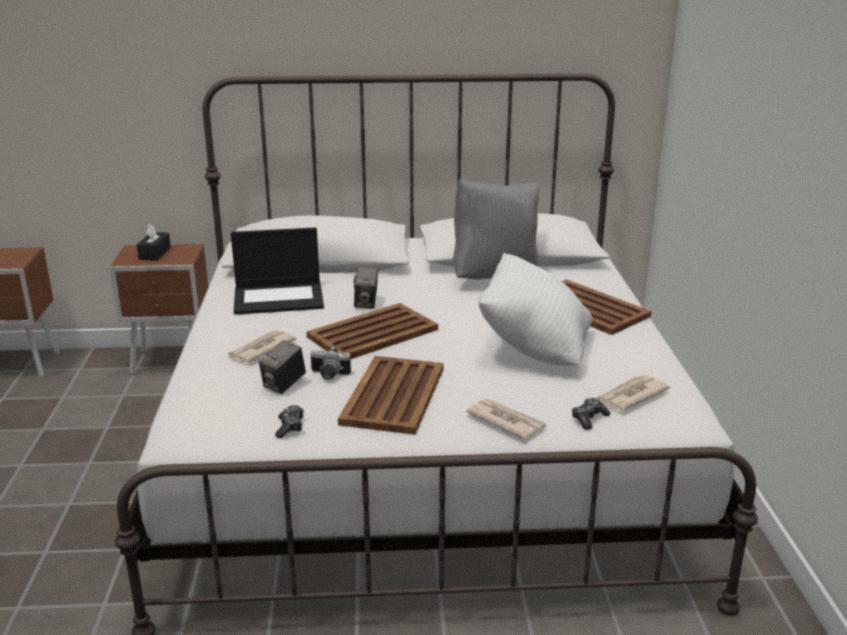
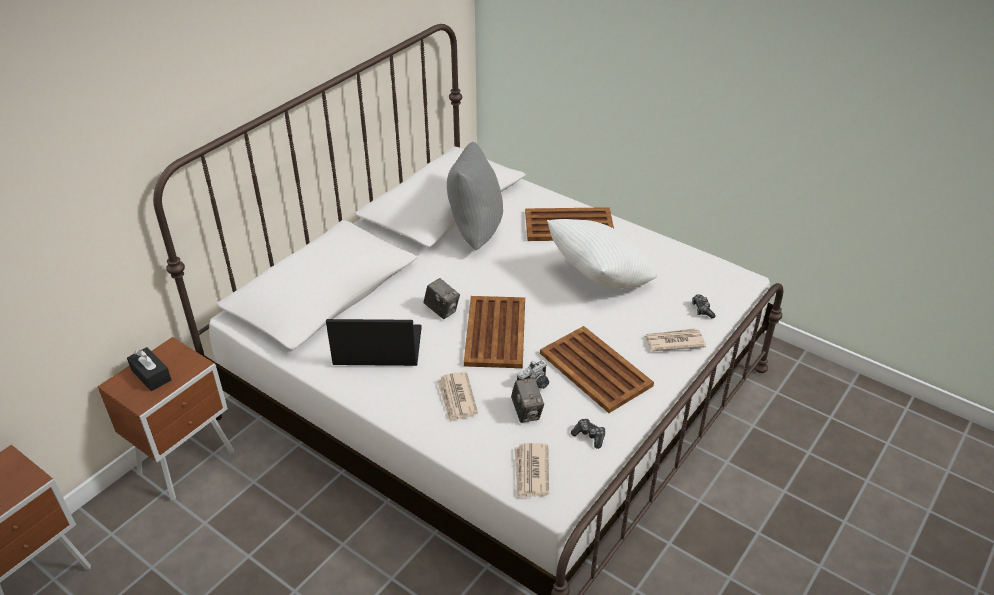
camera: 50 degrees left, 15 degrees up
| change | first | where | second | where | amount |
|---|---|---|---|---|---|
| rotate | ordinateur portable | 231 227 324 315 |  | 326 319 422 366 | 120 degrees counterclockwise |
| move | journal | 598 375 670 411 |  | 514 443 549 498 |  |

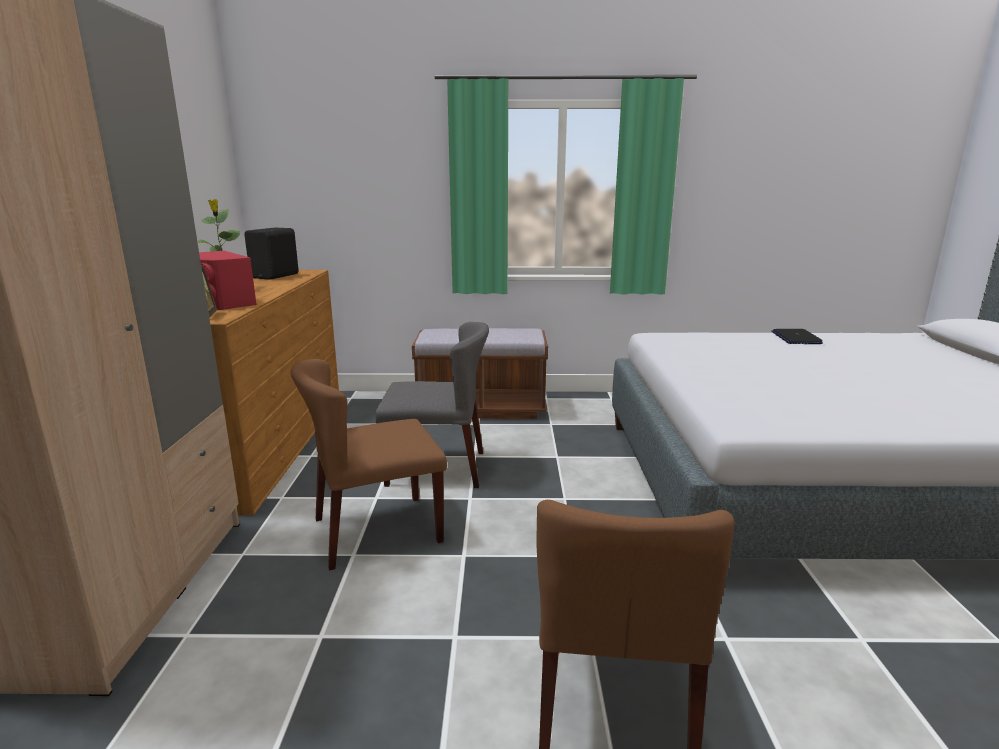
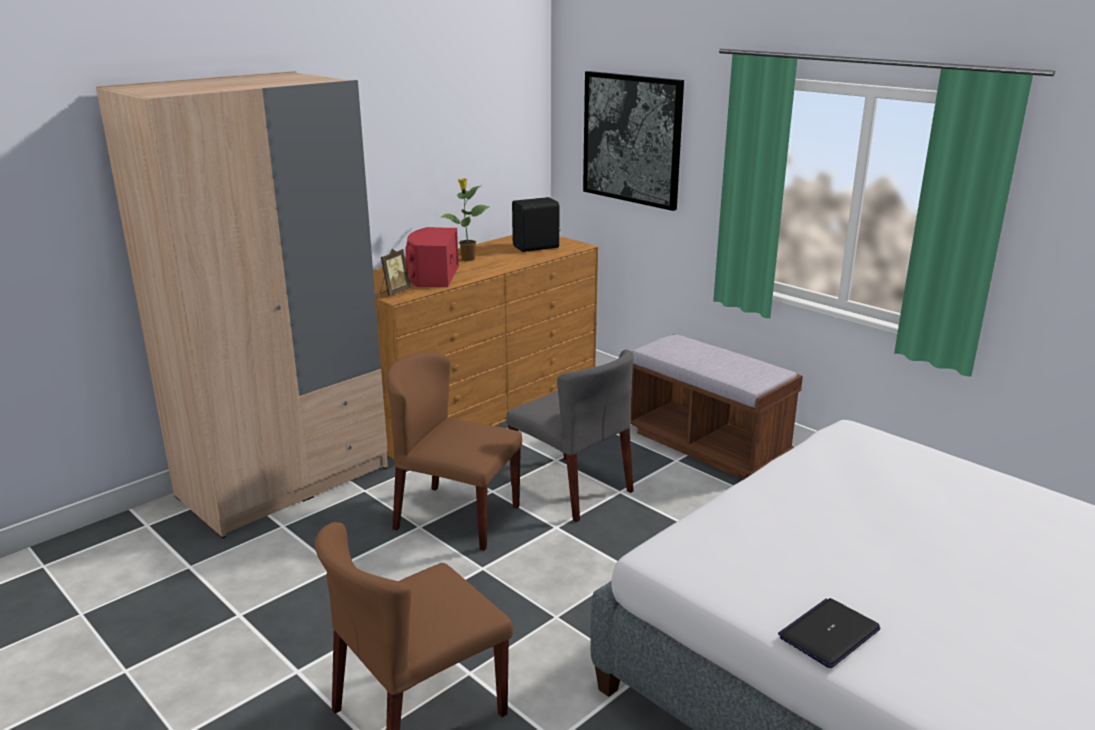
camera: 45 degrees right, 5 degrees up
| change | first | where | second | where | amount |
|---|---|---|---|---|---|
| insert |  |  | tableau | 583 71 684 211 |  |
| move | ordinateur portable | 771 329 823 344 |  | 778 598 881 668 |  |

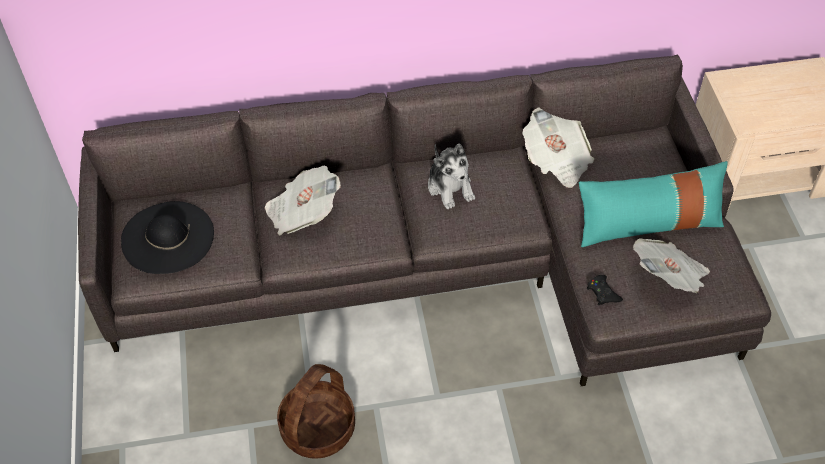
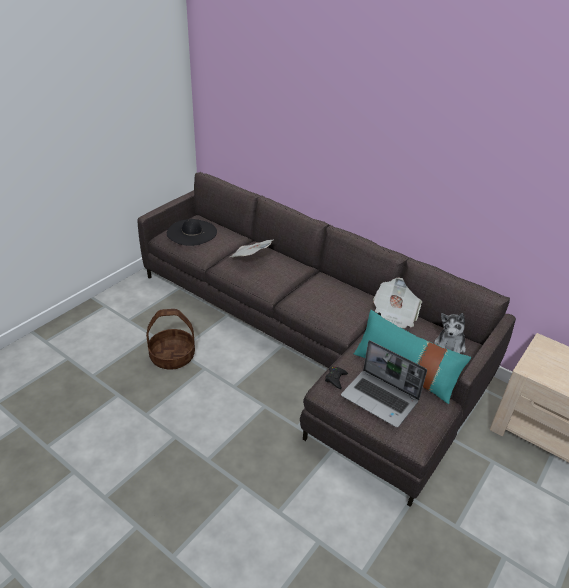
camera: 45 degrees right, 15 degrees down
| change | first | where | second | where | amount |
|---|---|---|---|---|---|
| replace | journal | 633 238 710 293 | ordinateur portable | 341 340 427 428 |  |
| move | peluche | 428 144 475 209 |  | 434 313 466 353 |  |

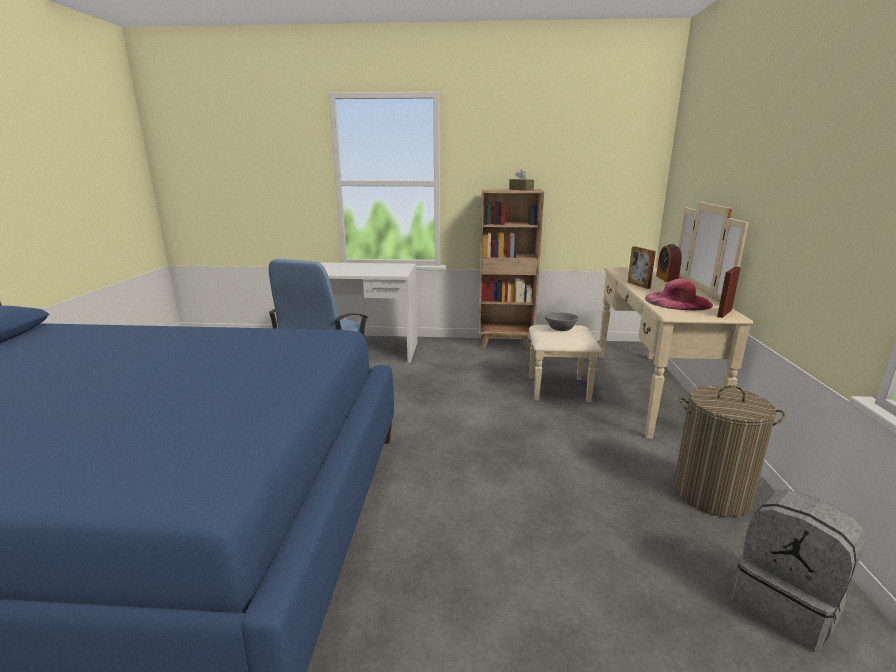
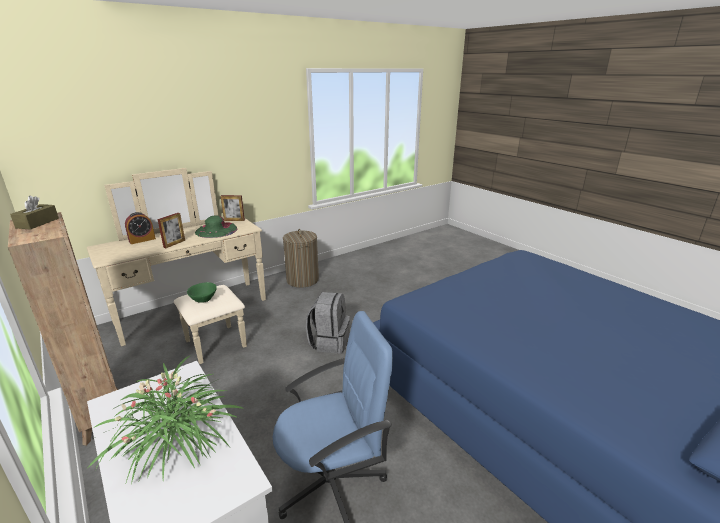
camera: 130 degrees left, 5 degrees up
| change | first | where | second | where | amount |
|---|---|---|---|---|---|
| insert |  |  | plante en pot | 87 356 245 485 |  |
| recolor | bol (gris) | 545 312 578 331 | bol (vert) | 187 282 217 303 |  |
| recolor | chapeau (rose) | 645 279 713 310 | chapeau (vert) | 195 215 238 238 |  |
| move | sac à dos (gris) | 731 490 866 652 |  | 306 292 350 354 |  |

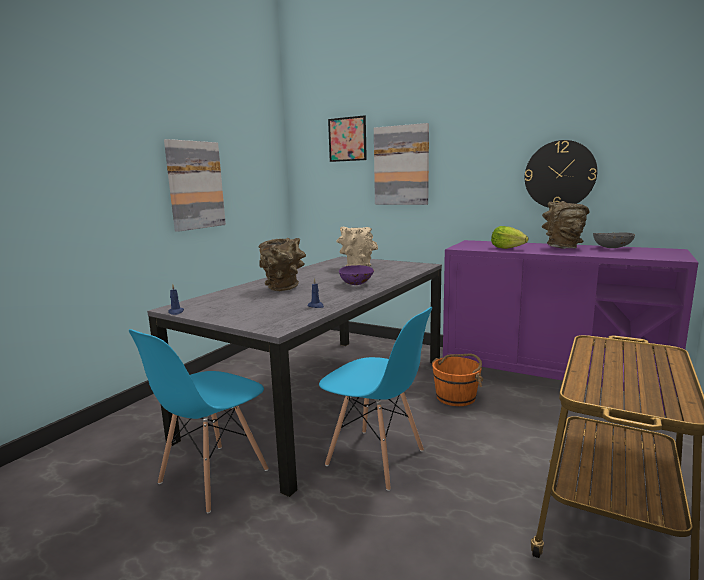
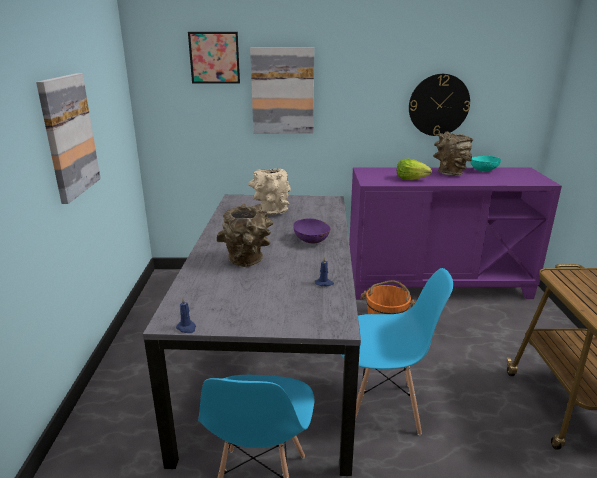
camera: 30 degrees left, 10 degrees up
| change | first | where | second | where | amount |
|---|---|---|---|---|---|
| recolor | bol (gris) | 593 232 635 248 | bol (turquoise) | 470 156 501 172 |  |

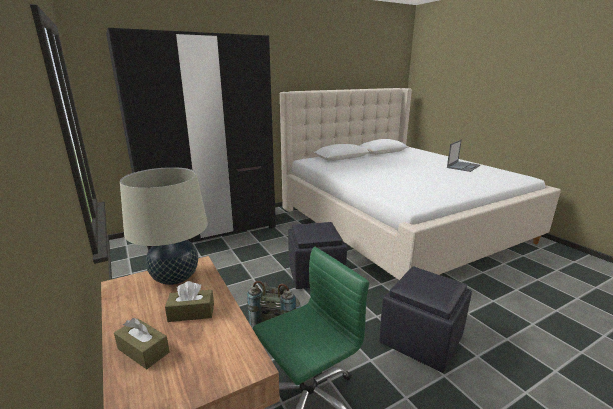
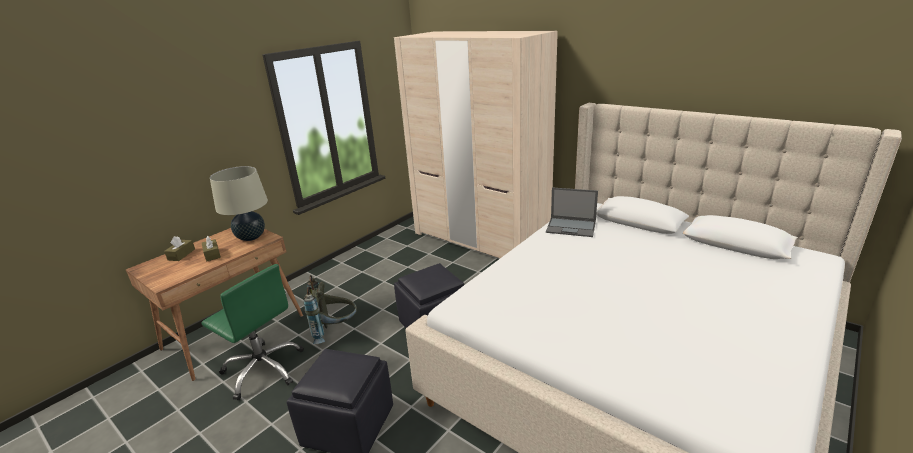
camera: 70 degrees right, 5 degrees up
| change | first | where | second | where | amount |
|---|---|---|---|---|---|
| recolor | armoire (noir) | 106 28 276 251 | armoire (beige) | 394 31 558 258 |  |
| move | ordinateur portable | 447 140 480 172 |  | 546 187 598 237 |  |

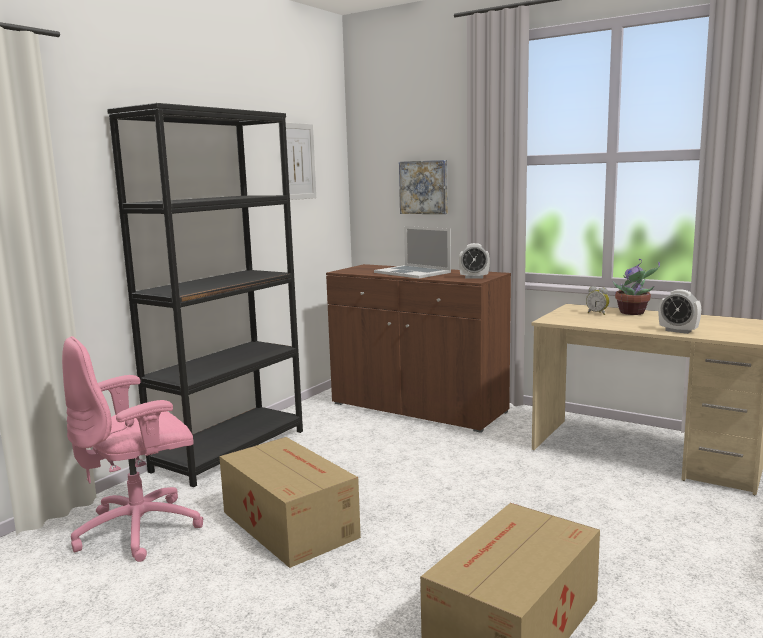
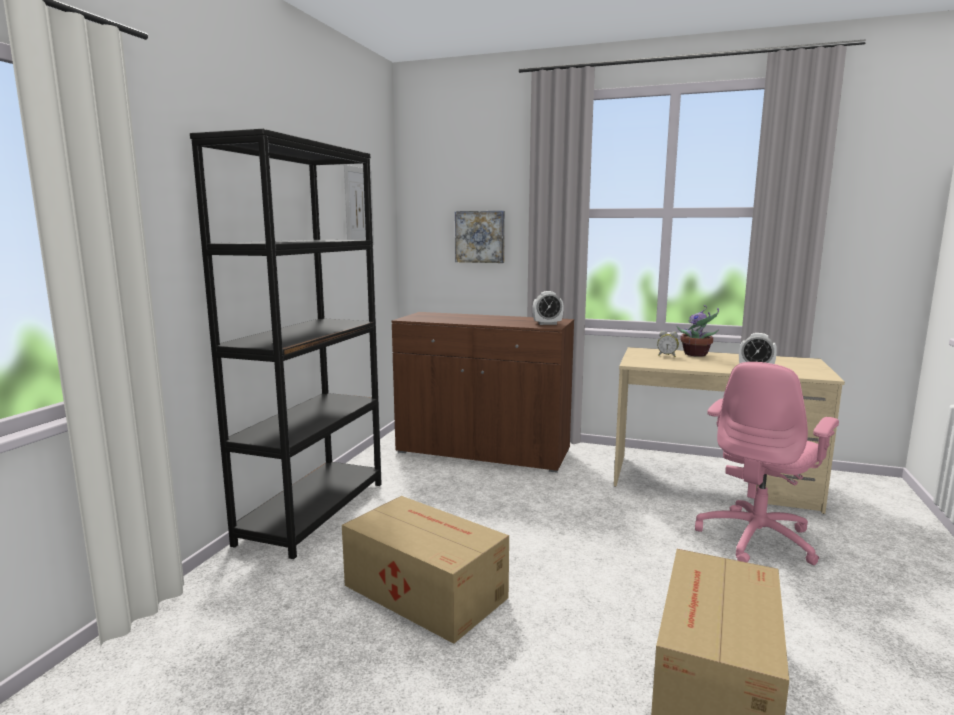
camera: 15 degrees left, 0 degrees up
| change | first | where | second | where | amount |
|---|---|---|---|---|---|
| move | chaise de bureau (rose) | 62 336 203 562 |  | 695 362 839 565 |  |
| delete | ordinateur portable | 374 226 451 279 |  |  |  |

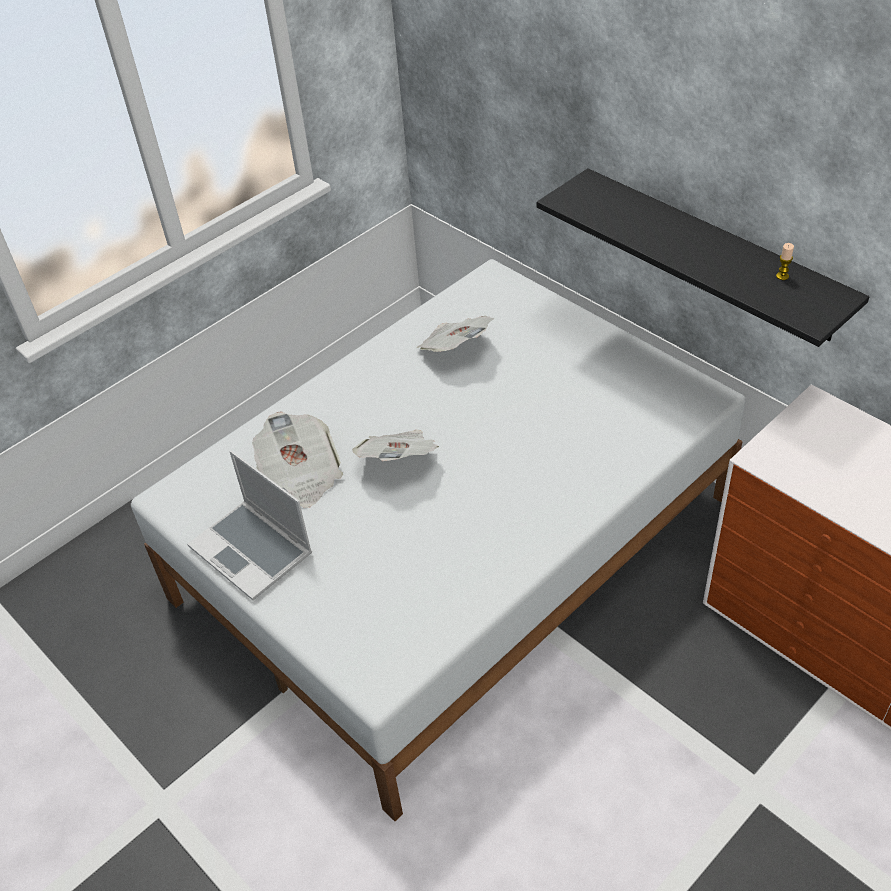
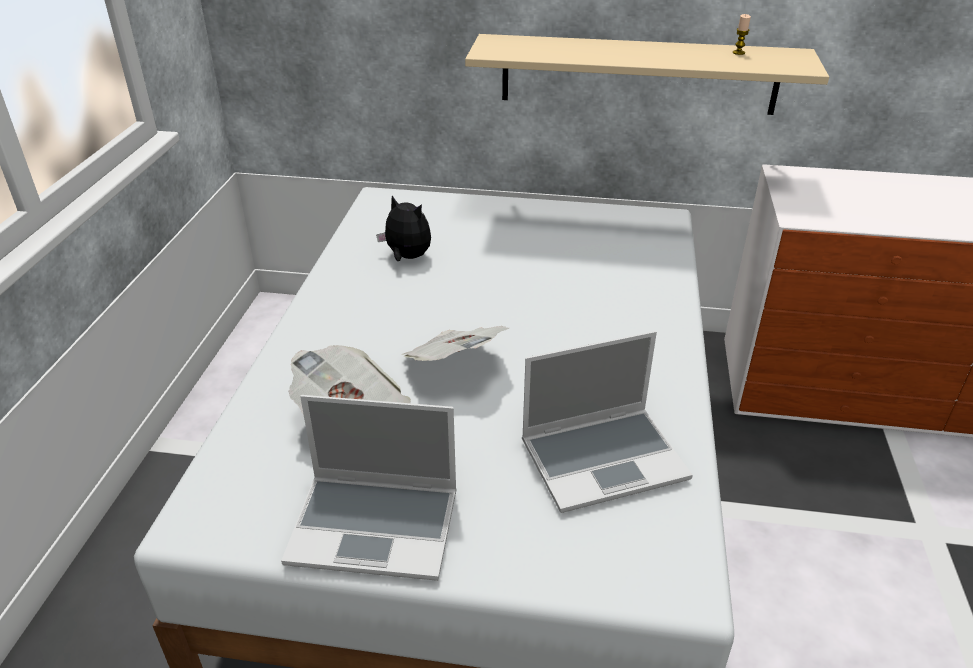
camera: 40 degrees left, 10 degrees down
| change | first | where | second | where | amount |
|---|---|---|---|---|---|
| replace | journal | 416 316 494 352 | peluche | 376 196 431 261 |  |
| recolor | étagère (noir) | 537 168 869 347 | étagère (beige) | 465 34 829 115 |  |
| insert |  |  | ordinateur portable | 522 331 693 513 |  |

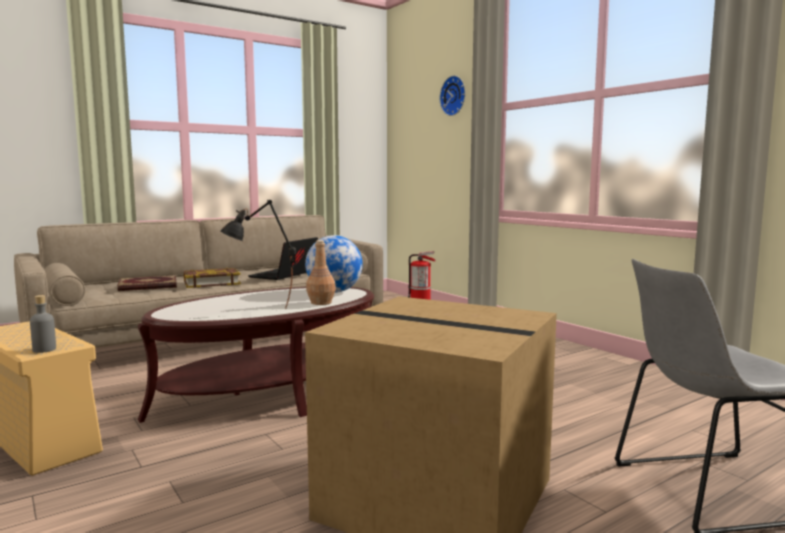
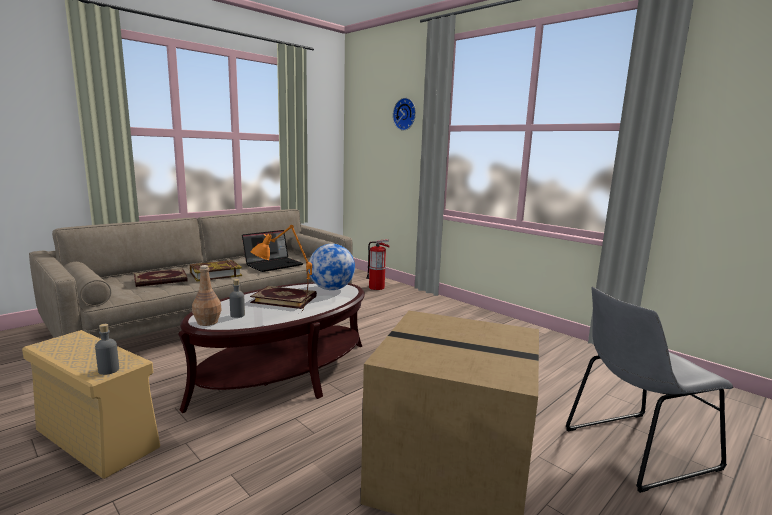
camera: 10 degrees left, 5 degrees up
| change | first | where | second | where | amount |
|---|---|---|---|---|---|
| move | bouteille (marron) | 306 240 336 305 |  | 192 265 222 326 |  |
| insert |  |  | bouteille (gris) | 229 279 245 318 |  |
| rotate | ordinateur portable | 248 237 318 280 |  | 242 230 304 272 | 150 degrees counterclockwise |
| recolor | lampe de table (noir) | 221 200 296 309 | lampe de table (orange) | 250 225 312 312 |  |
| insert |  |  | livre | 250 286 317 309 |  |

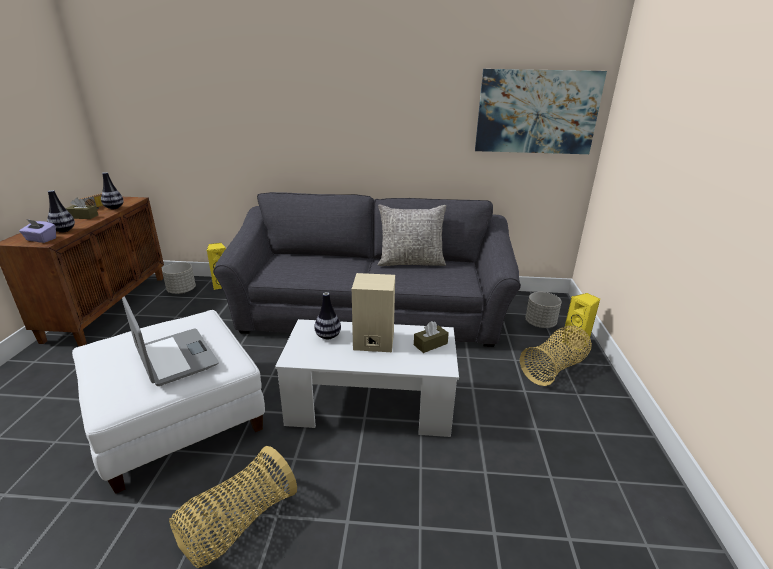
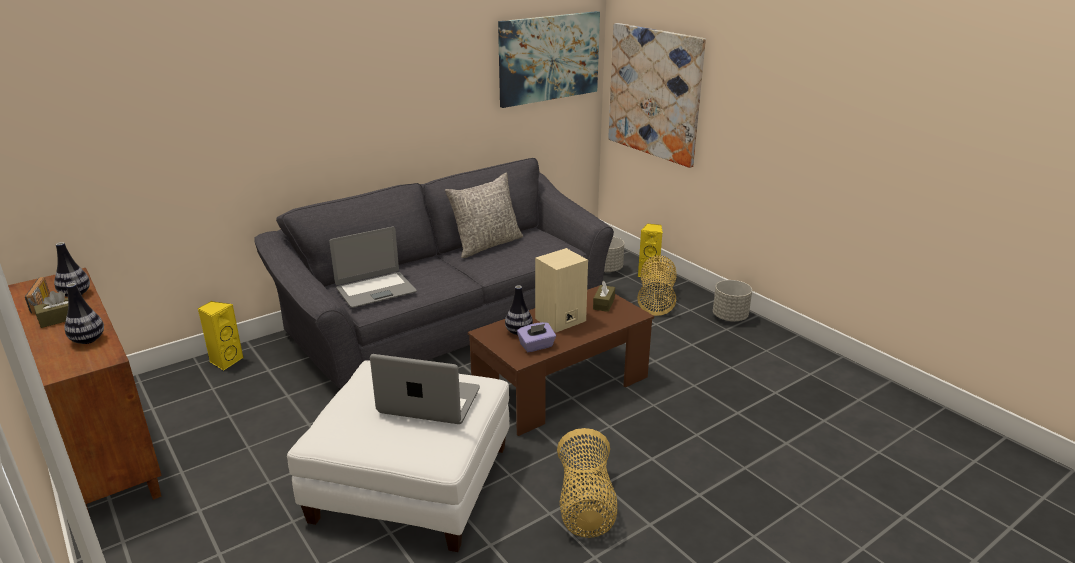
camera: 40 degrees left, 0 degrees up
| change | first | where | second | where | amount |
|---|---|---|---|---|---|
| insert |  |  | ordinateur portable | 329 227 417 308 |  |
| recolor | table basse (blanc) | 275 319 459 437 | table basse (marron) | 468 286 654 436 |  |
| move | boîte à mouchoirs (violet) | 19 219 56 243 |  | 517 322 556 352 |  |
| insert |  |  | tableau | 608 23 706 168 |  |
| move | cache-pot (gris) | 162 262 196 294 |  | 713 280 752 321 |  |

